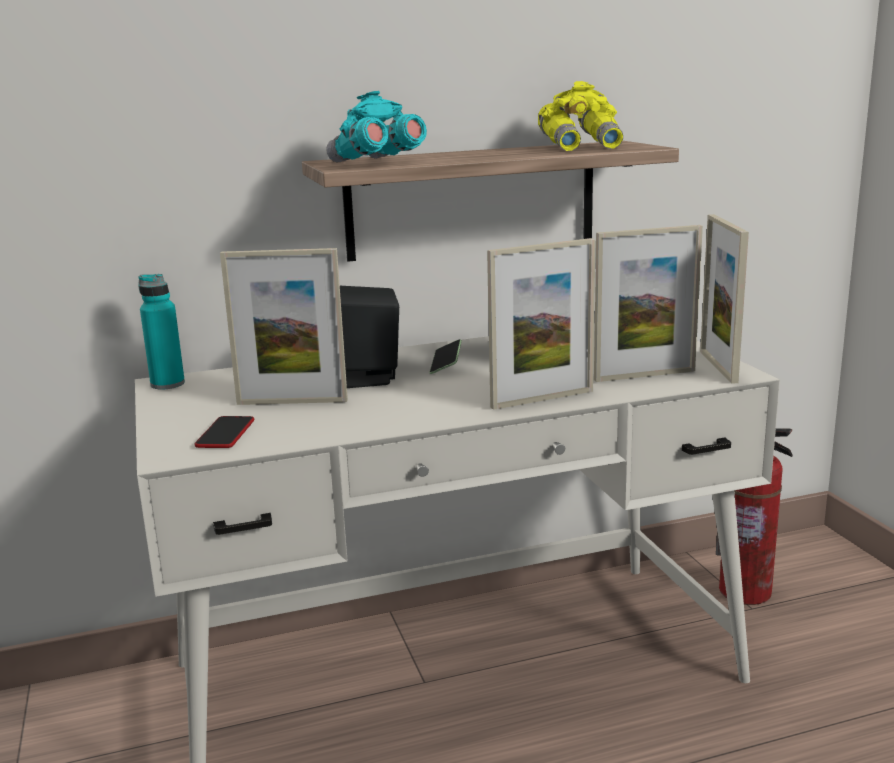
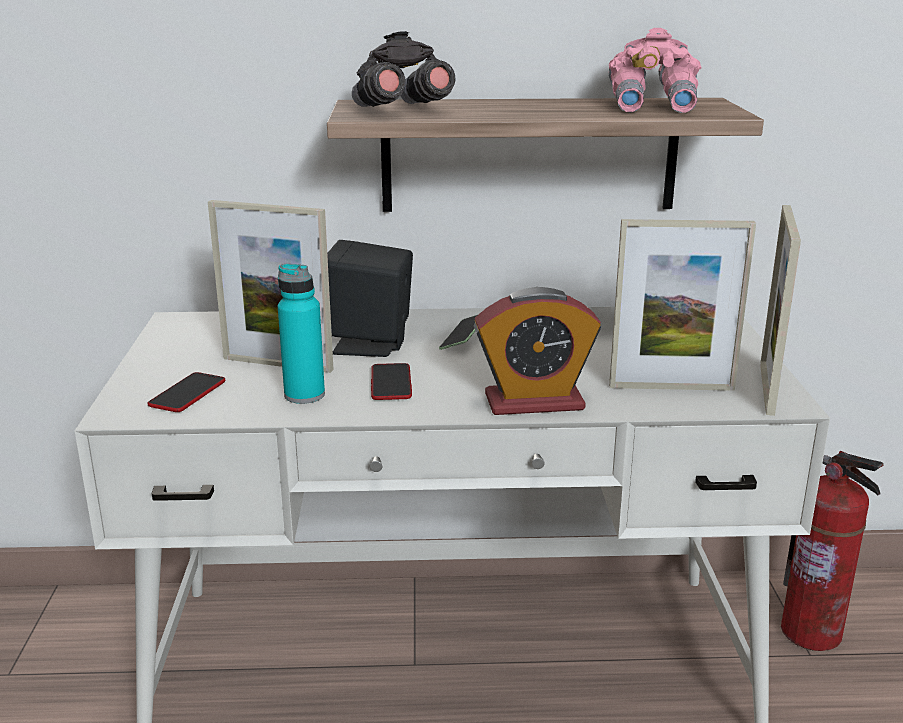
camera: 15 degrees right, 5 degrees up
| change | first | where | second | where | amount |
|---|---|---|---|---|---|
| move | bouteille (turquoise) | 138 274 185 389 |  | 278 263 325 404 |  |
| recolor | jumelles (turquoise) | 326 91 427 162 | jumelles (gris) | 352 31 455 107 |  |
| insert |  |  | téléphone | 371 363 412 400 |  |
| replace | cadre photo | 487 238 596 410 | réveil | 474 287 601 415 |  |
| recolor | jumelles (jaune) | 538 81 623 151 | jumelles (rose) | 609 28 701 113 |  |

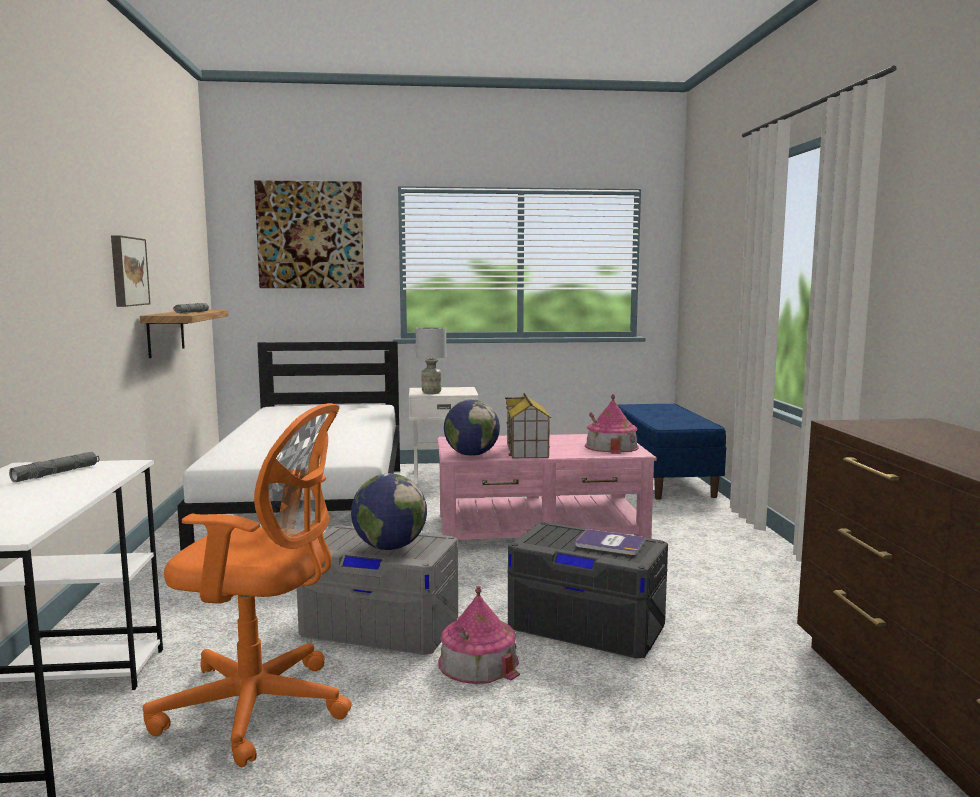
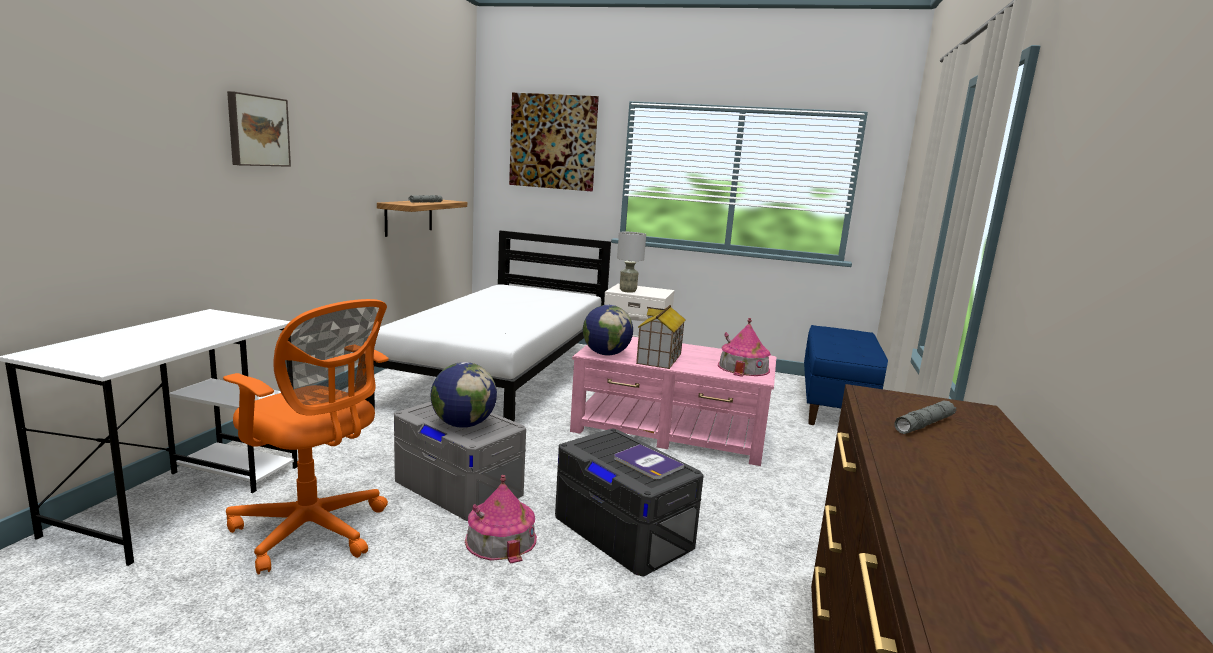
camera: 20 degrees right, 5 degrees up
| change | first | where | second | where | amount |
|---|---|---|---|---|---|
| move | tableau | 111 235 150 307 |  | 227 91 291 167 |  |
| move | lampe de poche (gris) | 9 452 99 482 |  | 894 401 956 434 |  |

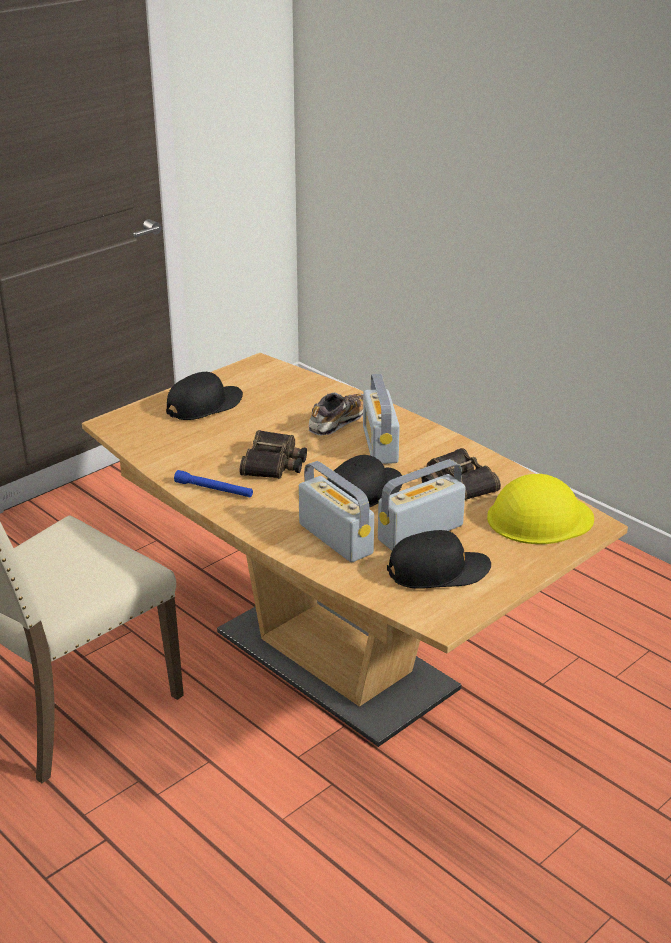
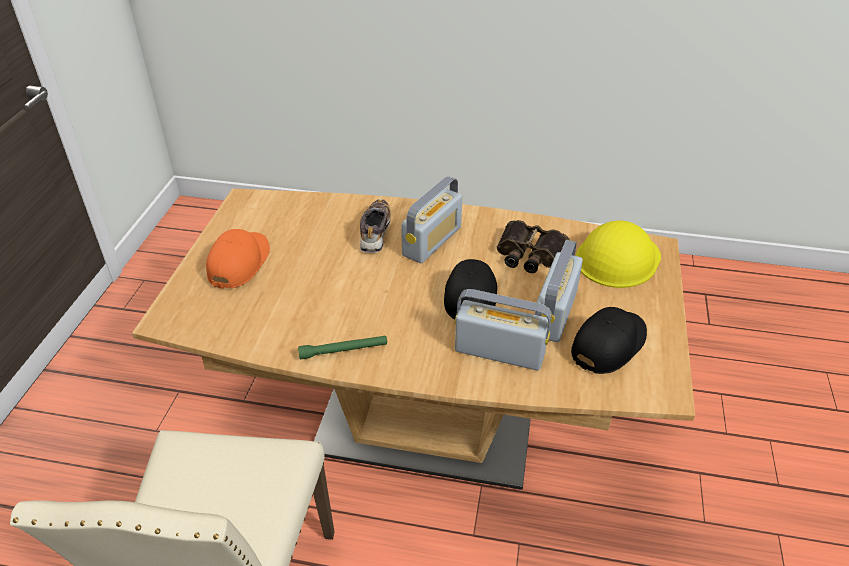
camera: 35 degrees left, 10 degrees up
| change | first | where | second | where | amount |
|---|---|---|---|---|---|
| recolor | casquette (noir) | 166 372 243 420 | casquette (orange) | 206 229 270 289 |  |
| recolor | lampe de poche (bleu) | 174 470 253 497 | lampe de poche (vert) | 298 336 387 360 |  |
| rotate | radio | 363 374 400 464 |  | 401 176 462 263 | 105 degrees counterclockwise |
| delete | jumelles | 240 430 307 479 |  |  |  |

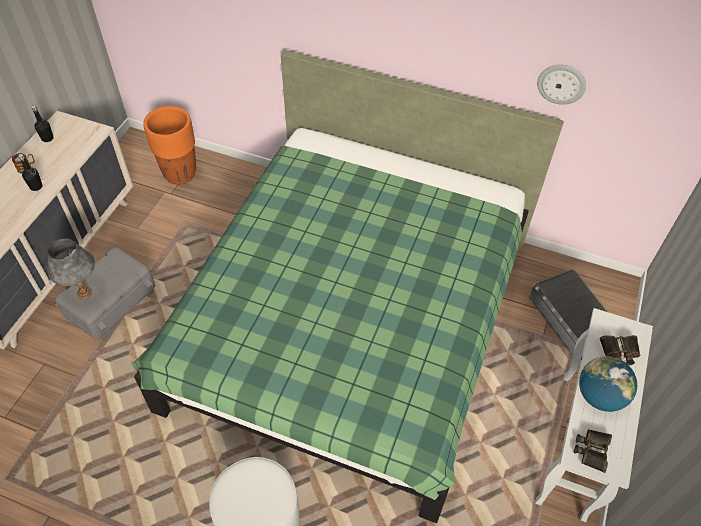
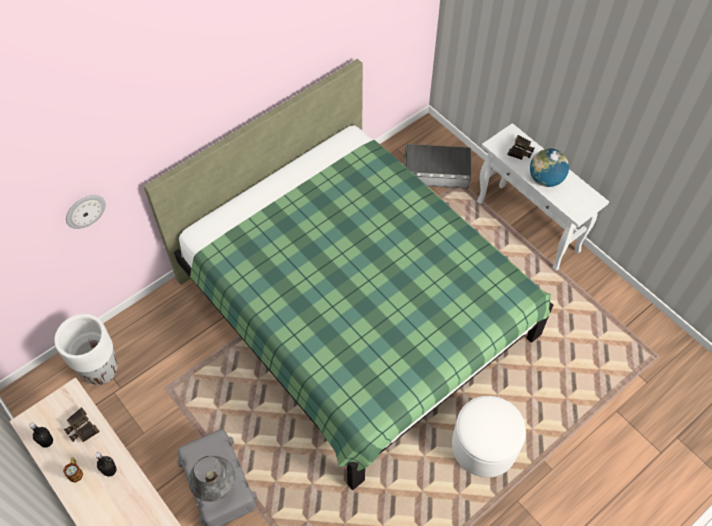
camera: 60 degrees left, 5 degrees up
| change | first | where | second | where | amount |
|---|---|---|---|---|---|
| recolor | cache-pot (orange) | 143 106 196 185 | cache-pot (blanc) | 54 314 118 385 |  |
| move | jumelles | 574 429 612 473 |  | 64 407 100 442 |  |
| move | horloge murale | 537 65 586 105 |  | 66 195 106 229 |  |

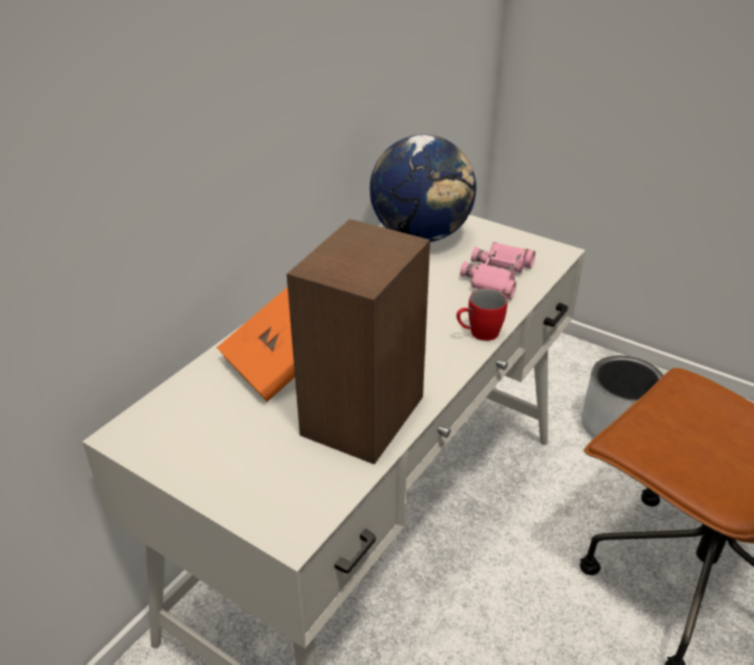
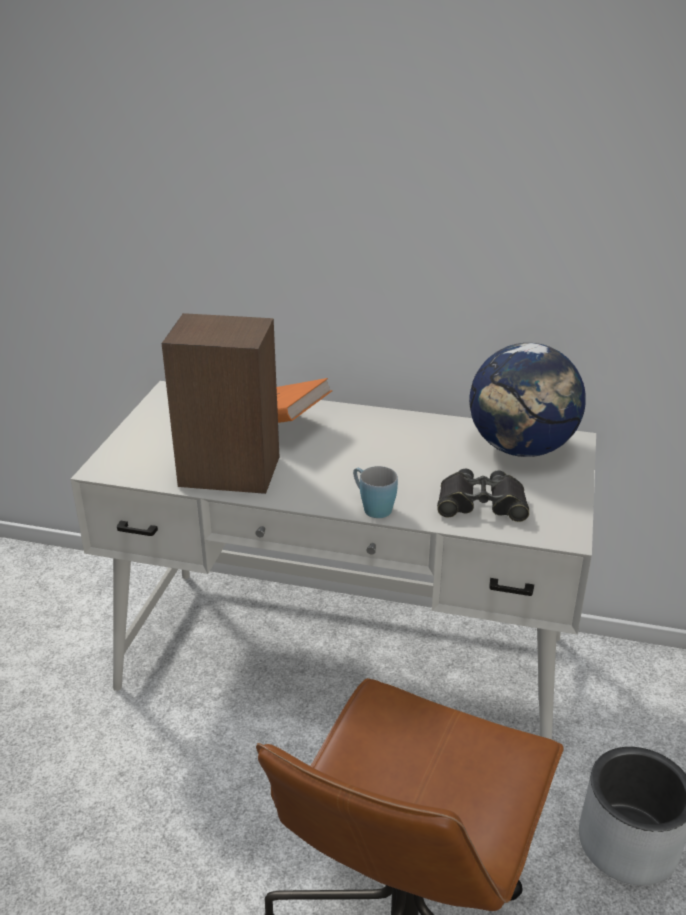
camera: 70 degrees right, 5 degrees down
| change | first | where | second | where | amount |
|---|---|---|---|---|---|
| recolor | mug (rouge) | 457 289 508 341 | mug (bleu) | 353 466 398 518 |  |
| recolor | jumelles (rose) | 460 242 535 300 | jumelles (noir) | 437 469 529 522 |  |

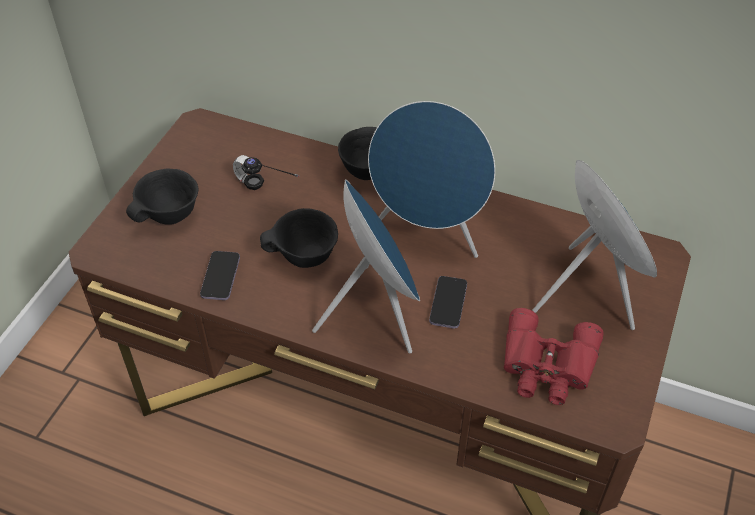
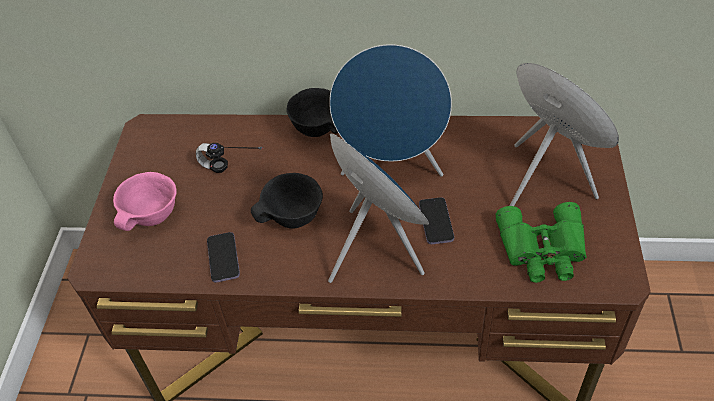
camera: 15 degrees left, 0 degrees up
| change | first | where | second | where | amount |
|---|---|---|---|---|---|
| recolor | bol (noir) | 126 169 198 224 | bol (rose) | 113 172 177 231 |  |
| recolor | jumelles (rouge) | 504 308 604 405 | jumelles (vert) | 496 202 586 283 |  |

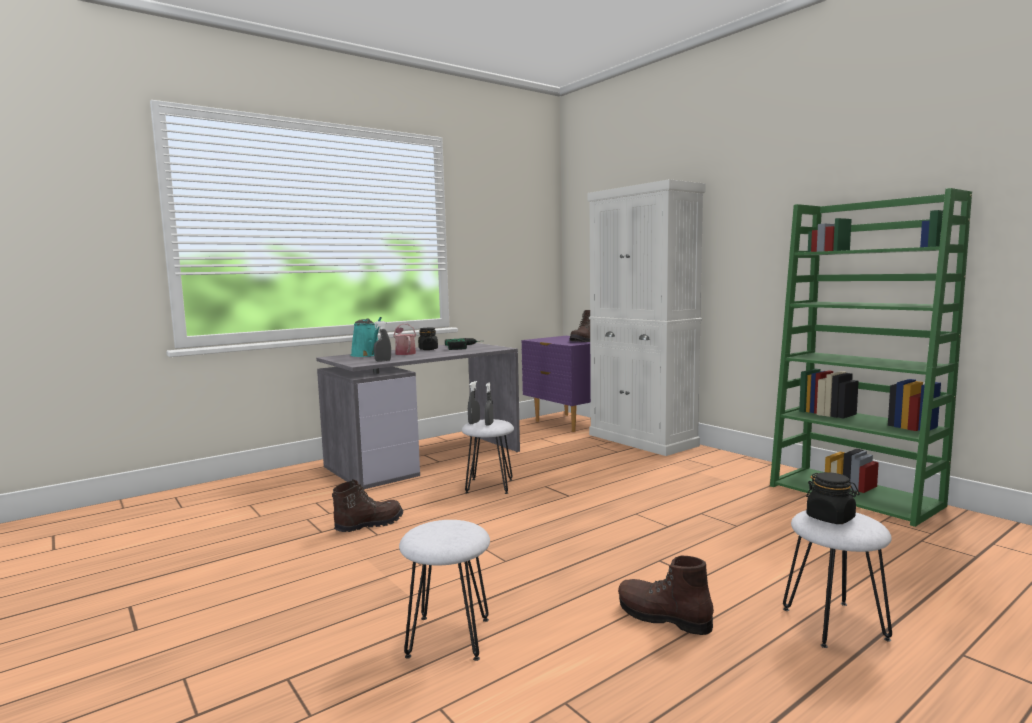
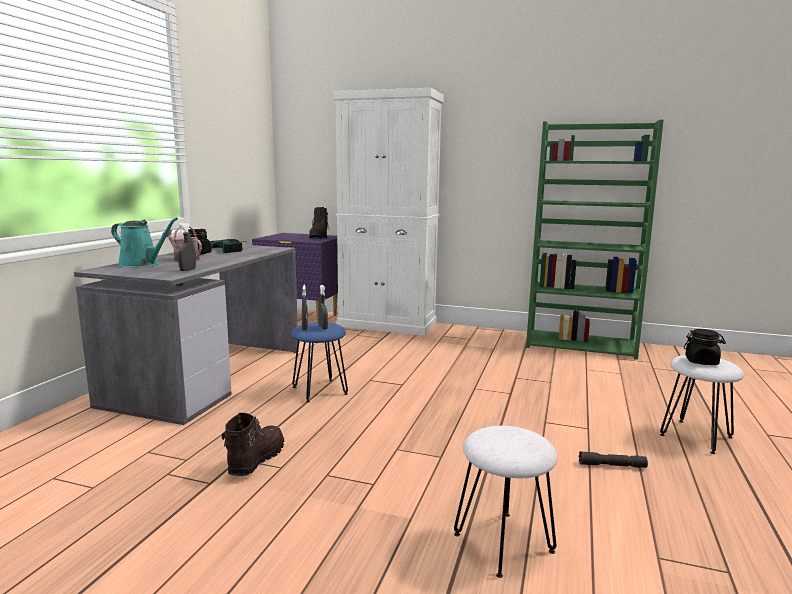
camera: 35 degrees left, 5 degrees up
| change | first | where | second | where | amount |
|---|---|---|---|---|---|
| recolor | tabouret (blanc) | 462 419 514 494 | tabouret (bleu) | 291 322 348 403 |  |
| replace | botte (marron) | 618 555 714 635 | lampe de poche (gris) | 579 451 648 468 |  |

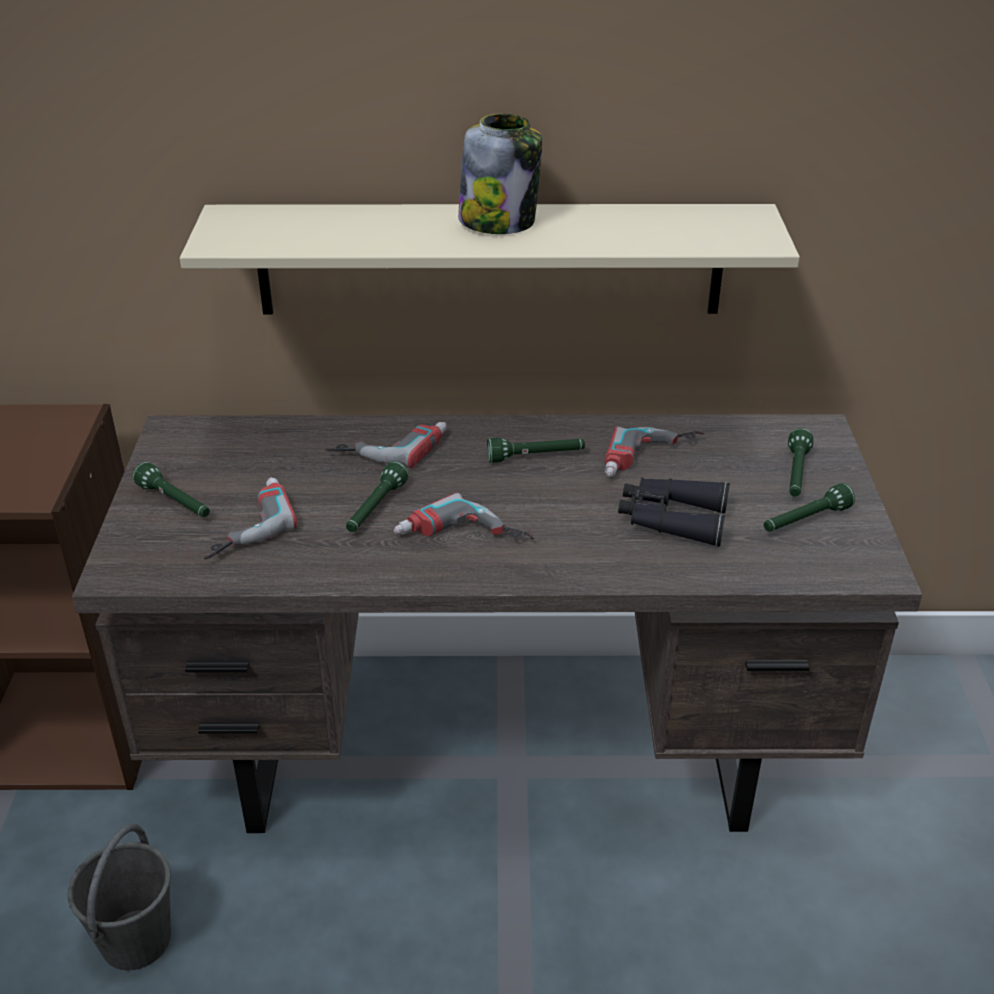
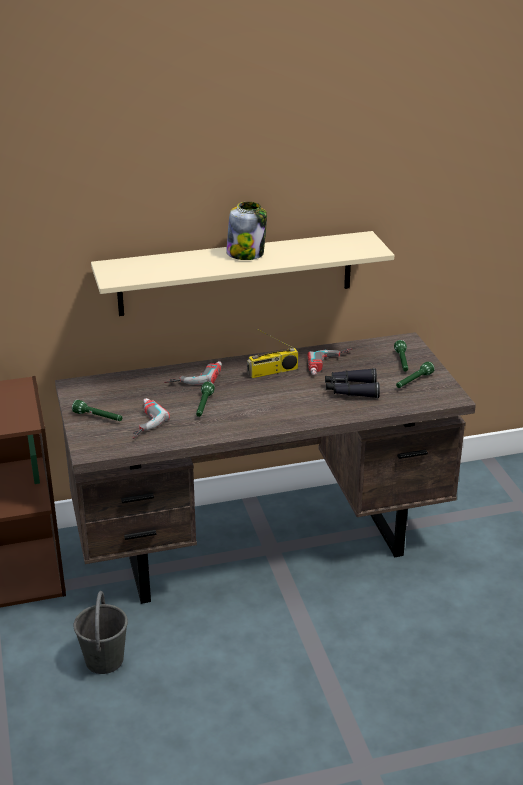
camera: 15 degrees left, 5 degrees down
| change | first | where | second | where | amount |
|---|---|---|---|---|---|
| replace | lampe de poche (vert) | 487 438 585 463 | radio | 247 329 298 378 |  |
| delete | perceuse | 394 493 534 539 |  |  |  |

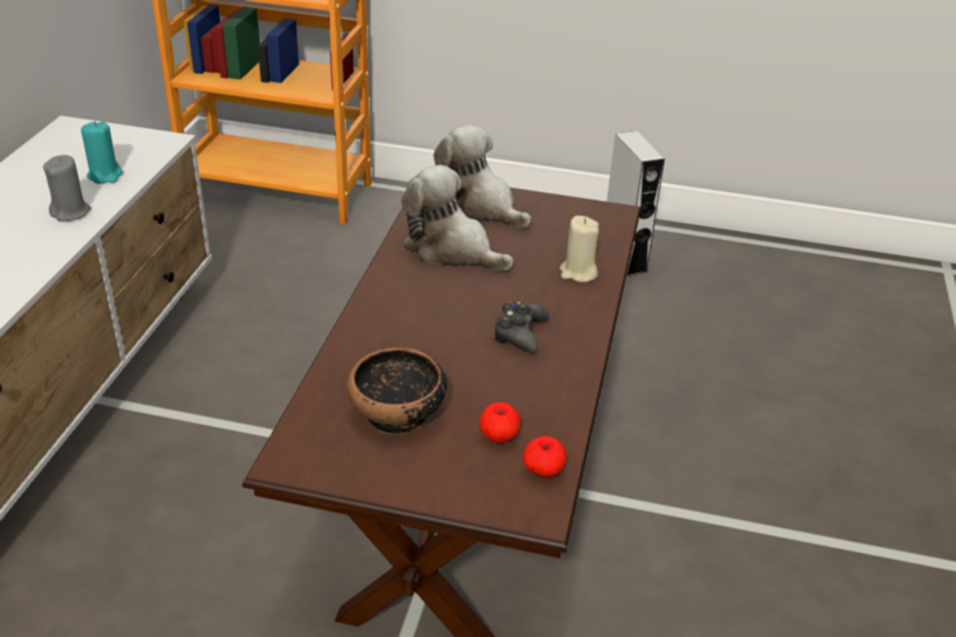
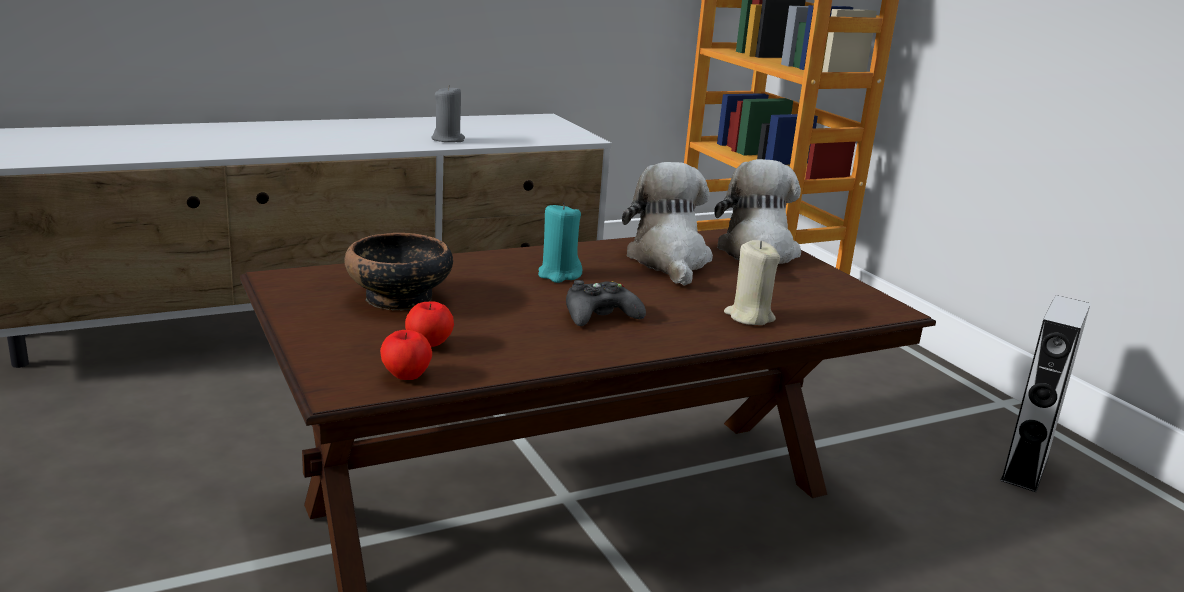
camera: 50 degrees right, 15 degrees down
| change | first | where | second | where | amount |
|---|---|---|---|---|---|
| move | bougie (turquoise) | 81 121 123 184 |  | 538 202 582 283 |  |

